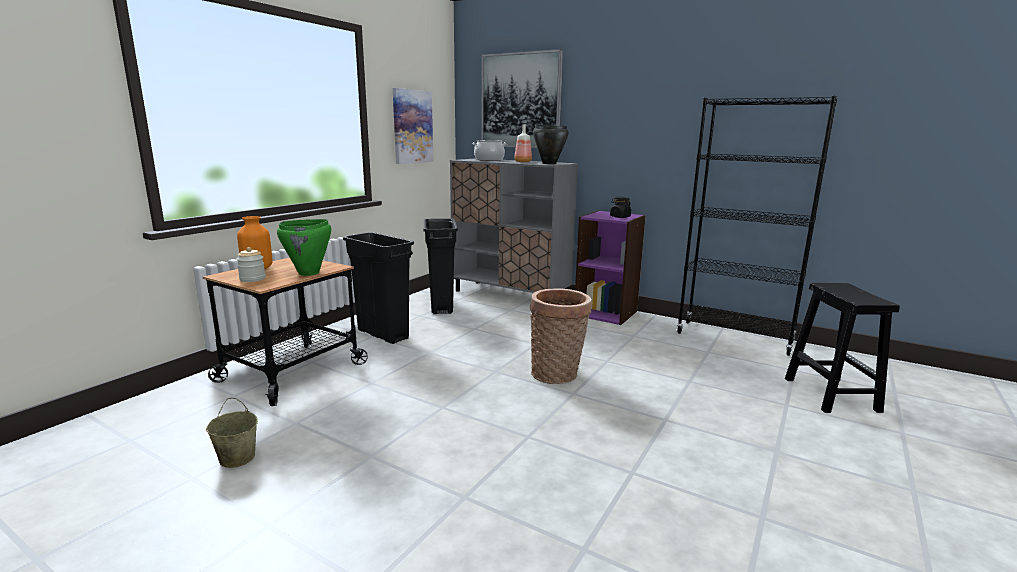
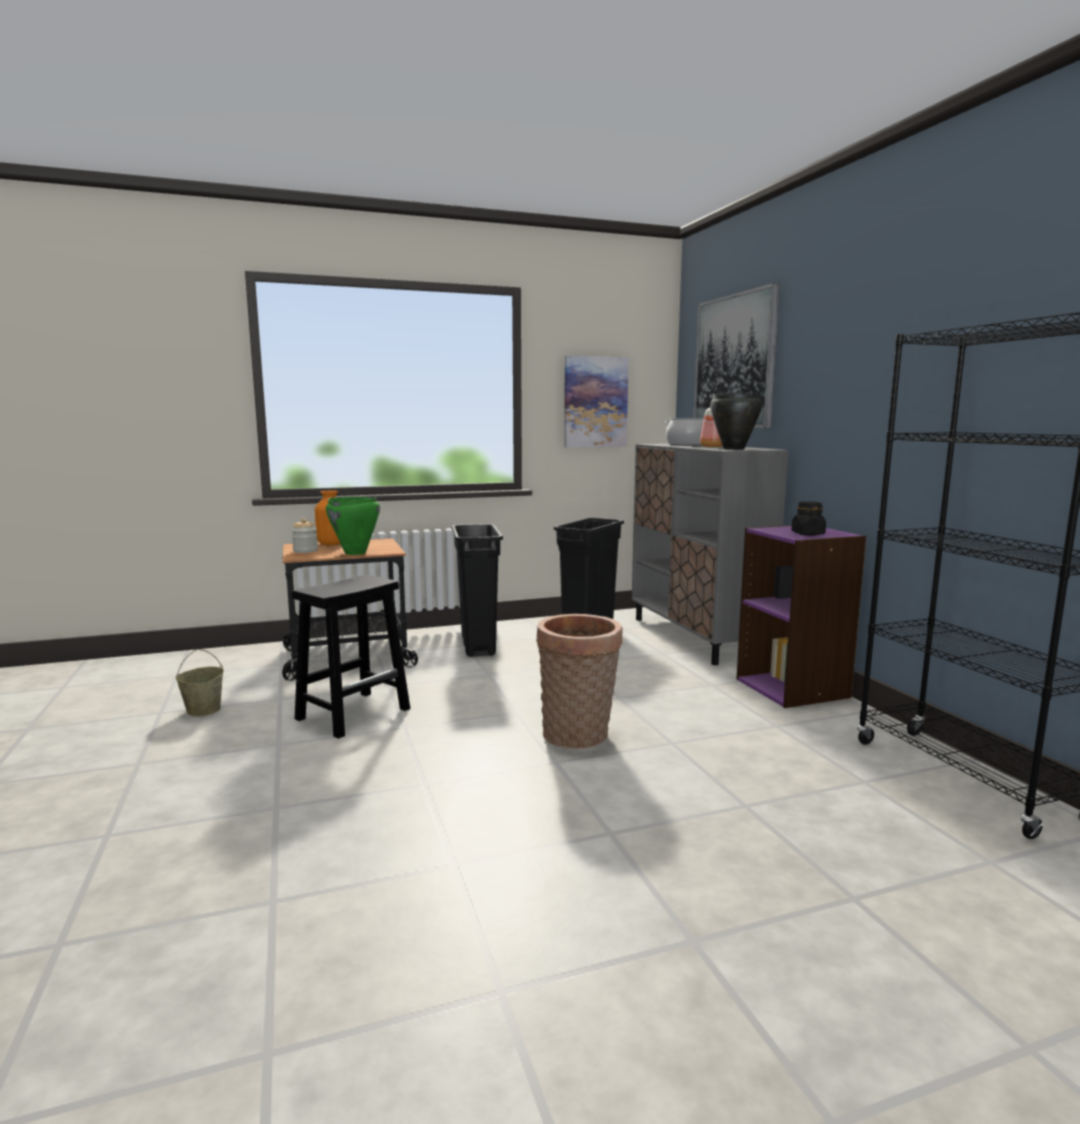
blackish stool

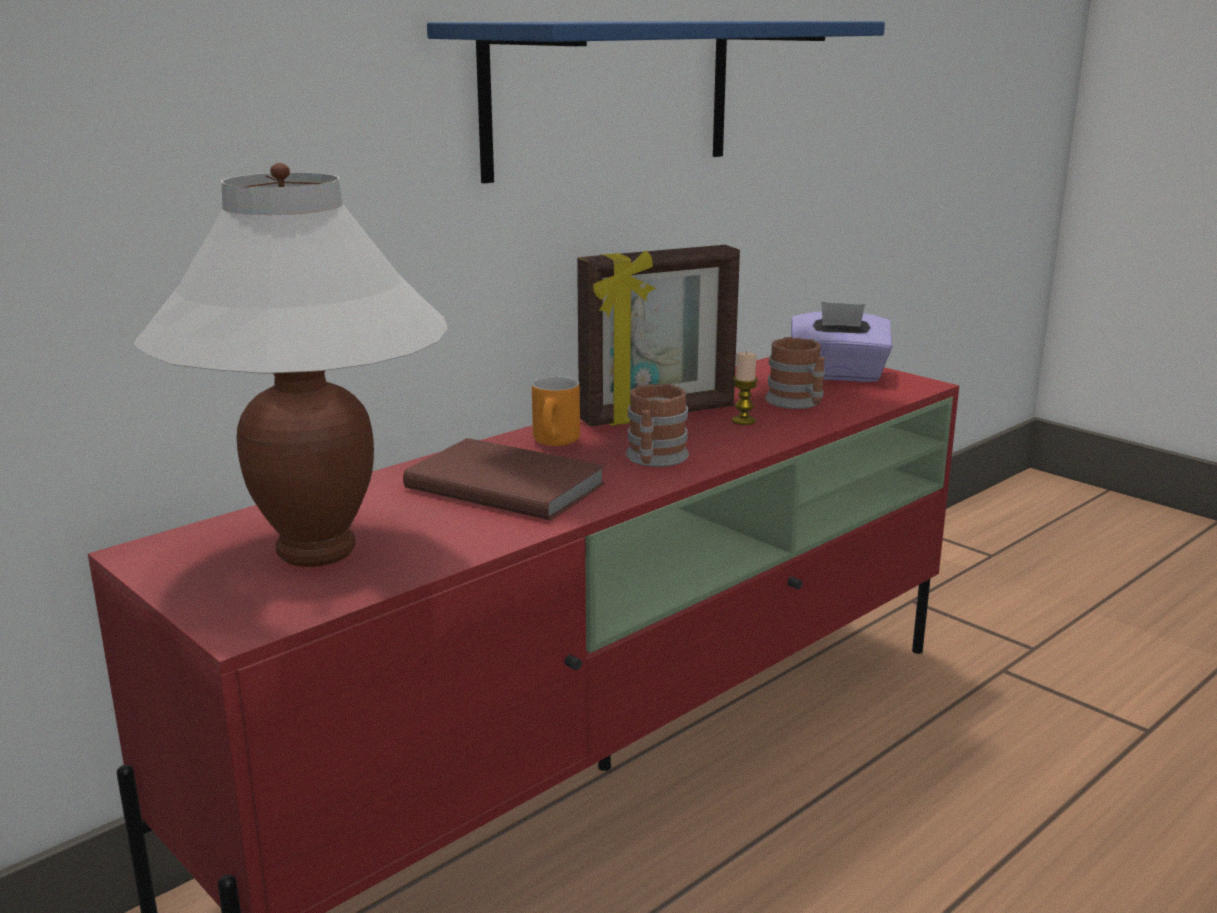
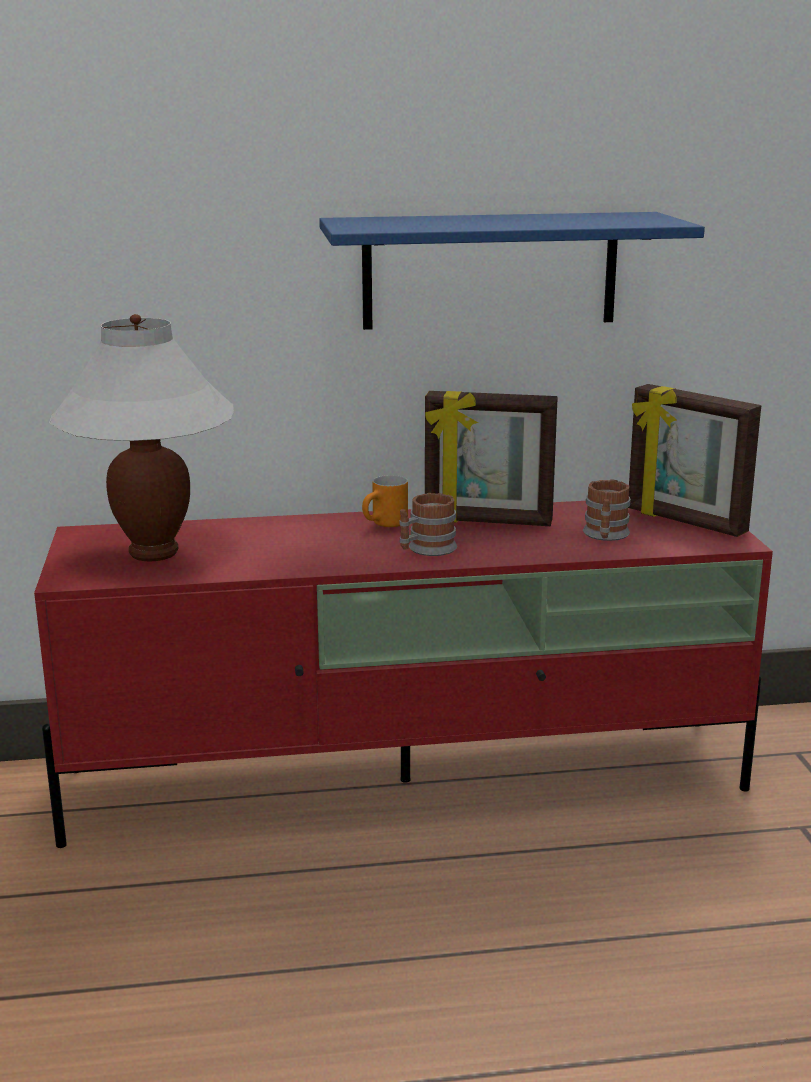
brownish bound book
candle
picture frame (2nd from left)

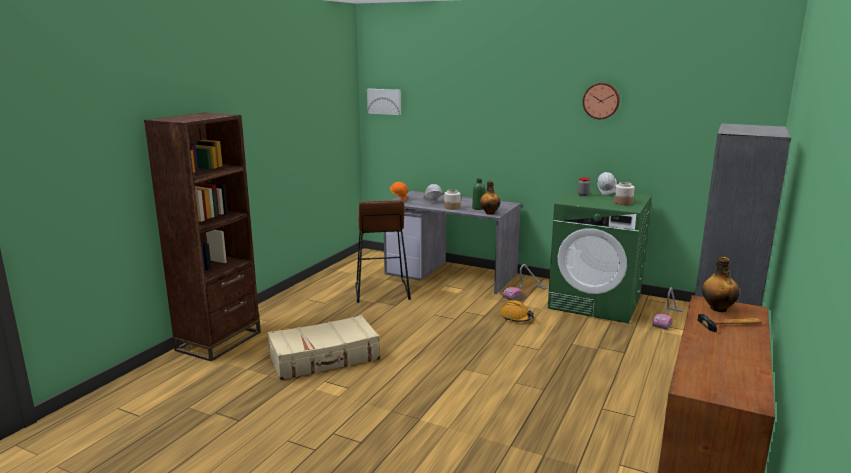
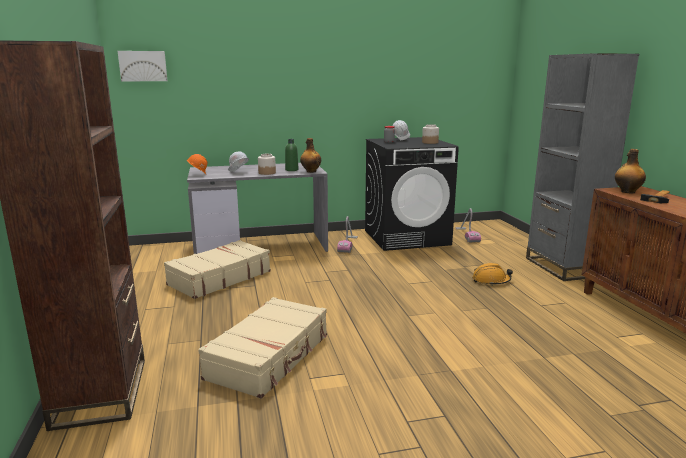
sand-coloured travel case (1st from left)
orange safety helmet (2nd from left)
blackish laundry machine
hanging clock

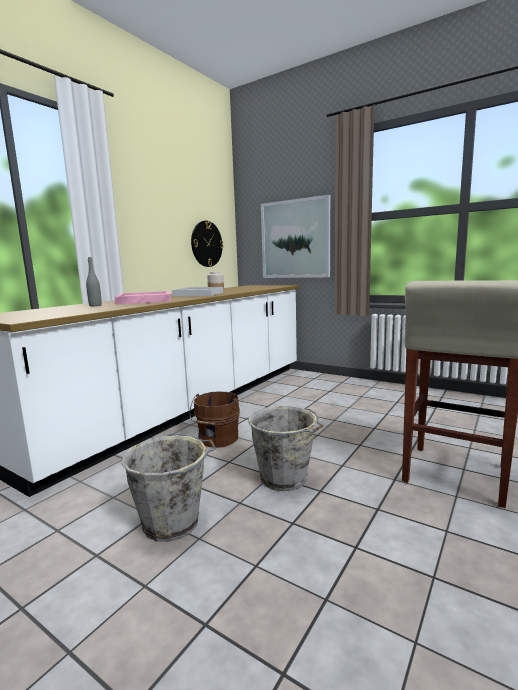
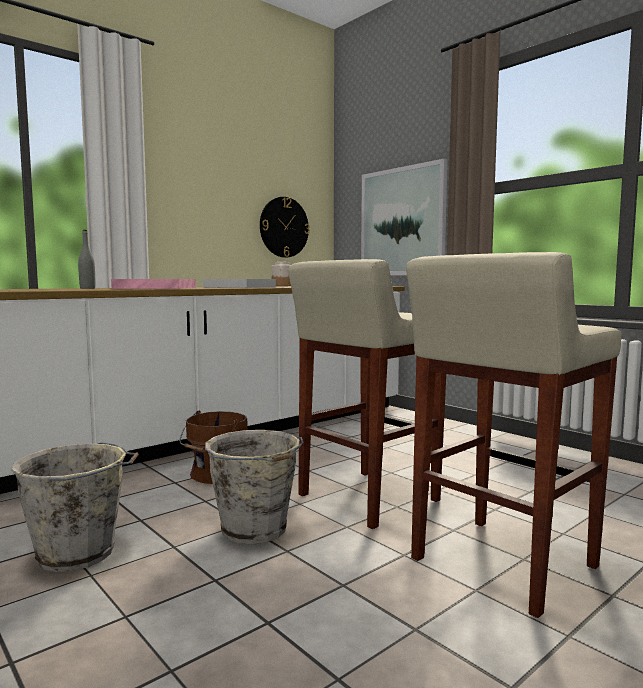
sand-coloured stool (1st from left)

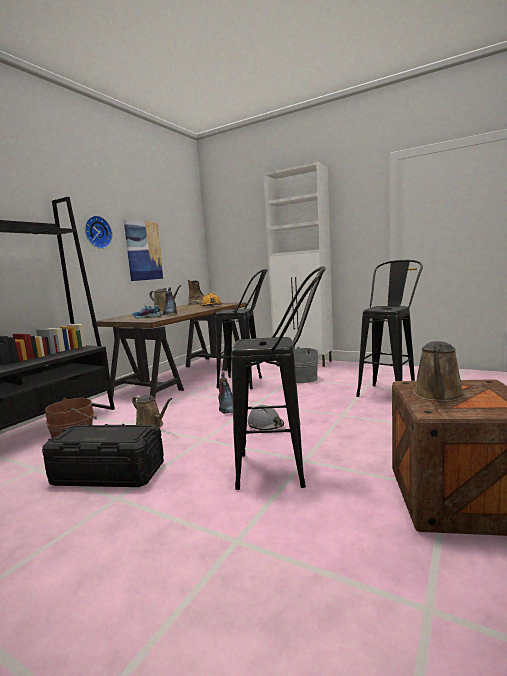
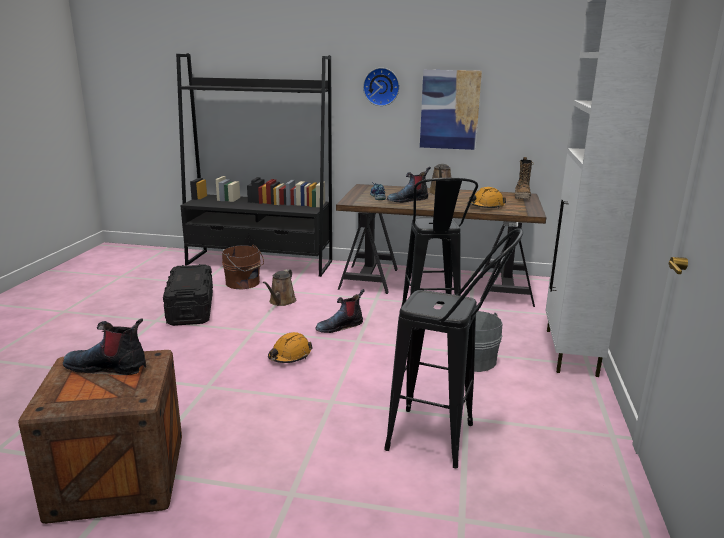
blackish stool (2nd from left in the first image)
orange safety helmet (1st from left)
high-top boot (1st from left)

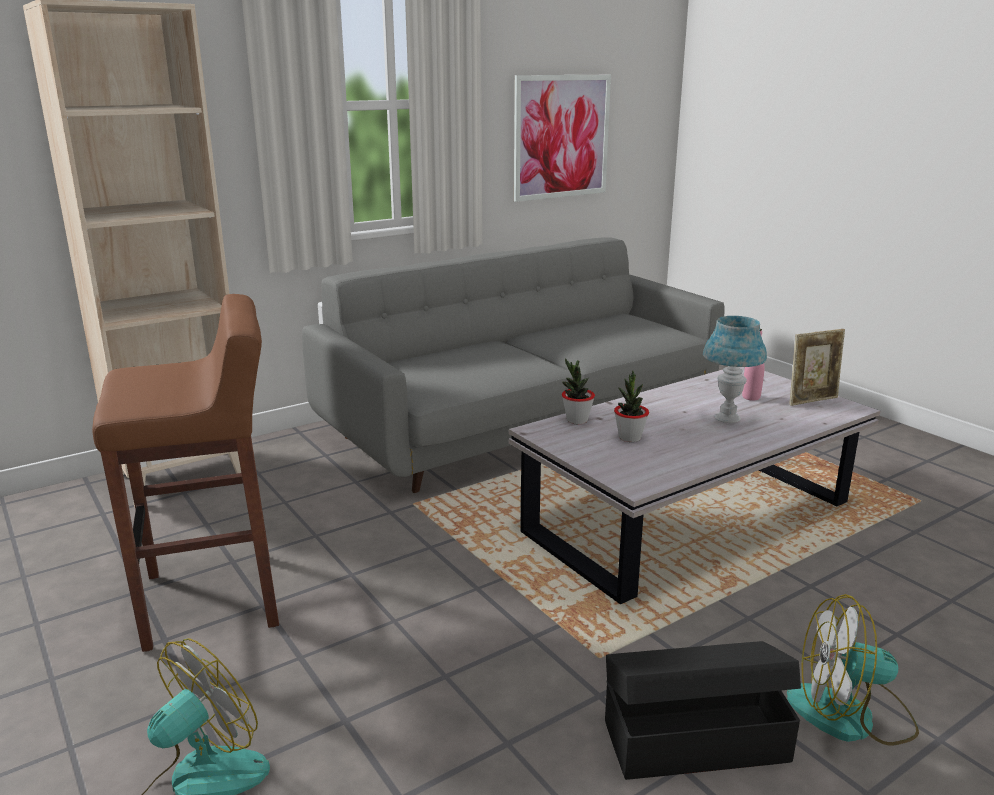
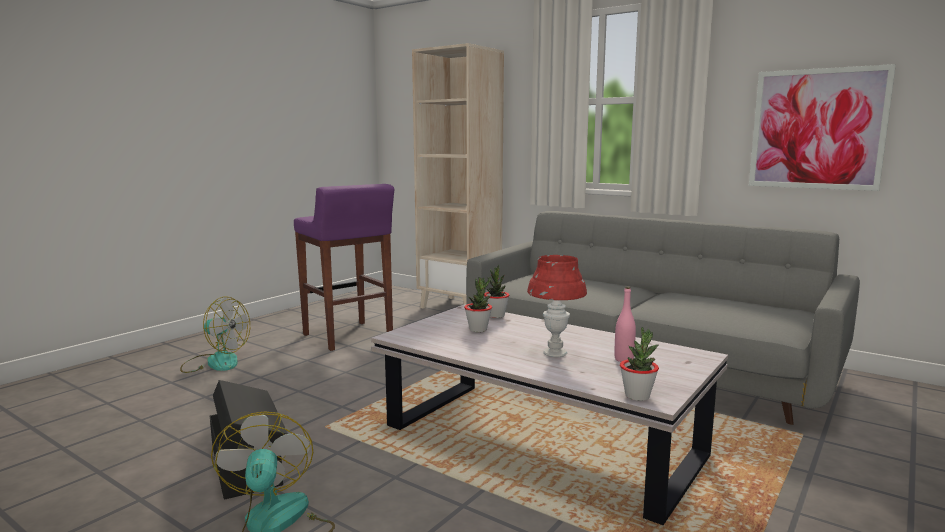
purple stool
red-coloured lamp for a table
picture frame
plant in a pot (3rd from left)

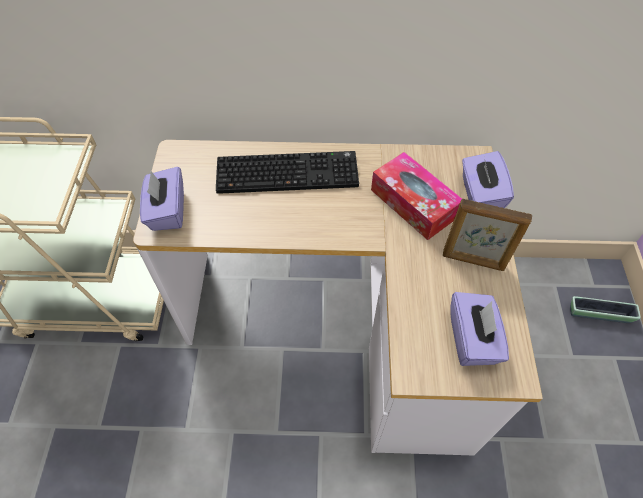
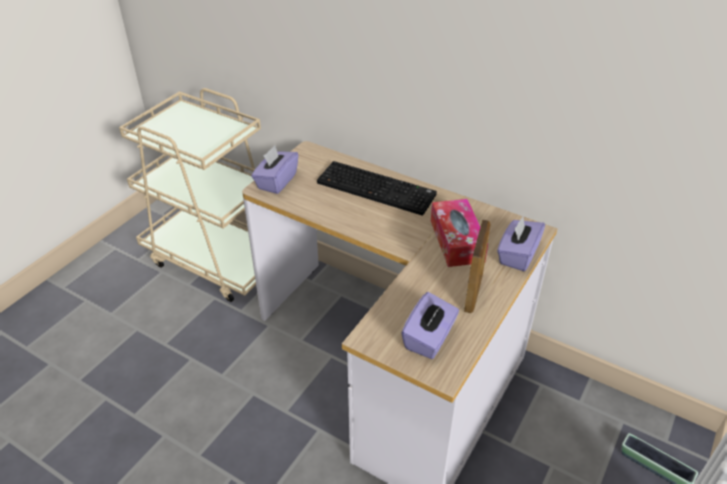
picture frame

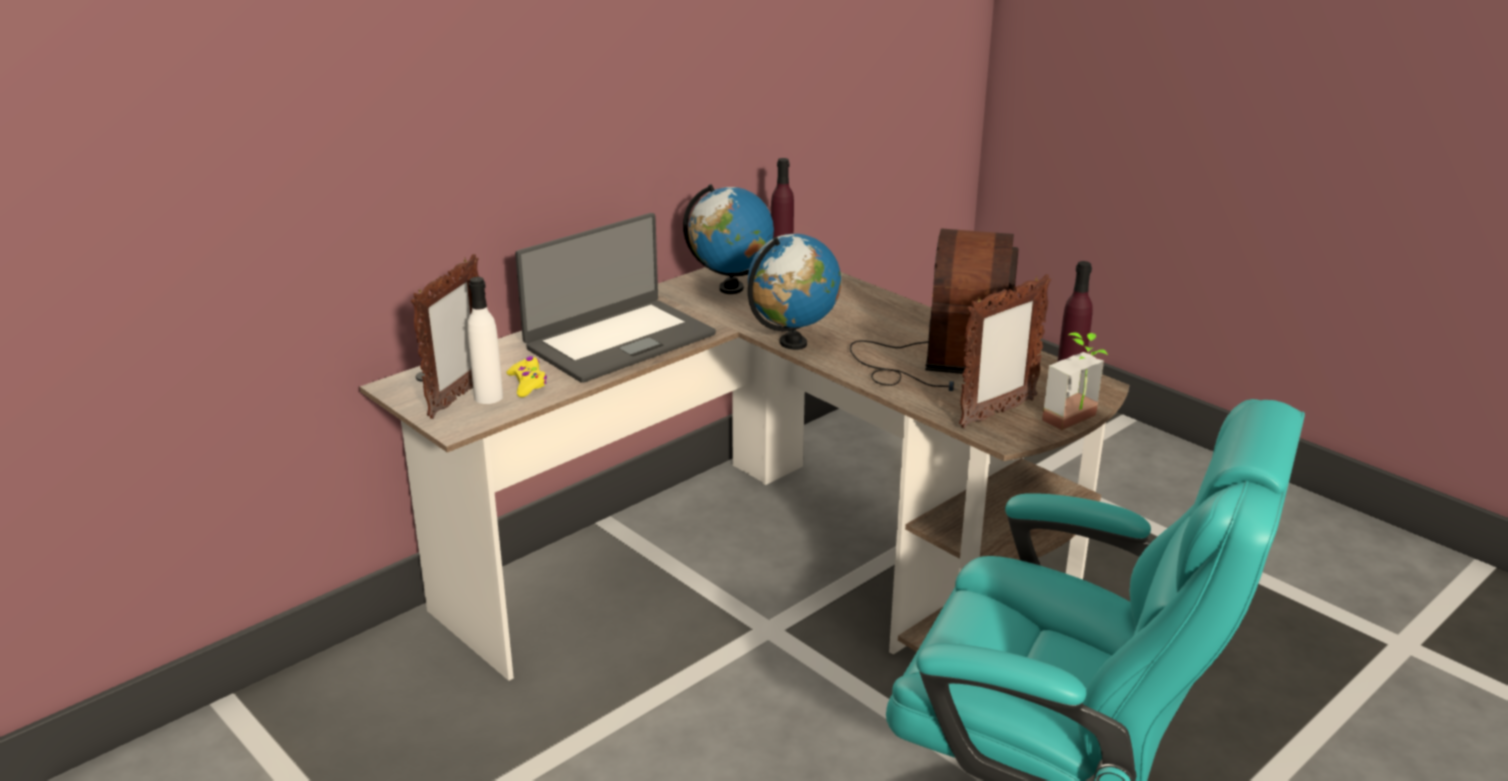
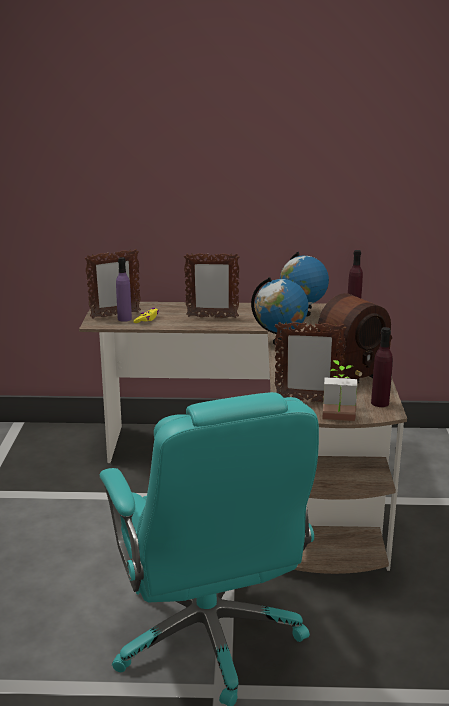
purple drink bottle (1st from left)
picture frame (2nd from left)

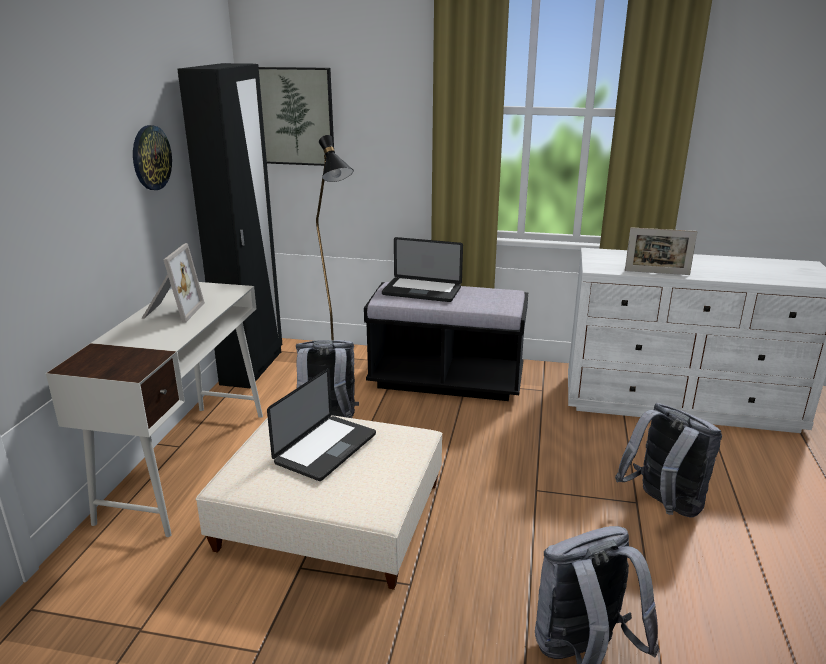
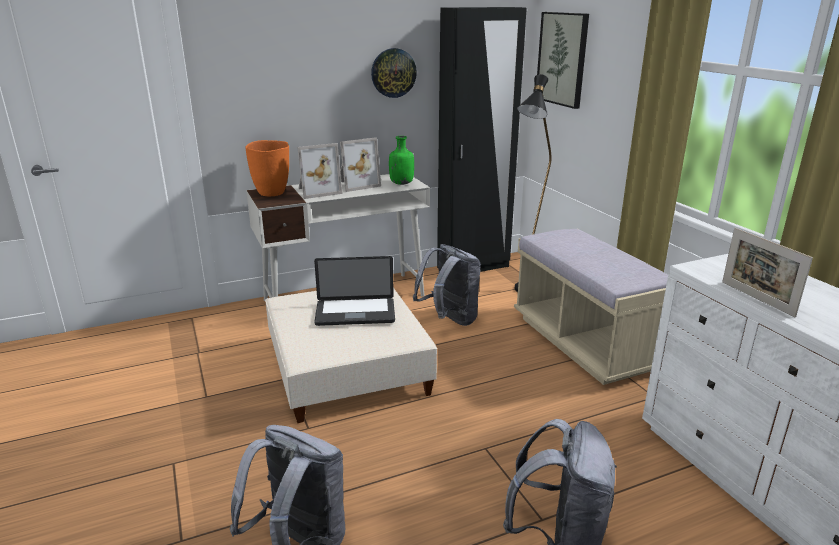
sand-coloured bench
laptop (2nd from left in the first image)
orange vase
picture frame (1st from left)
greenish drink bottle

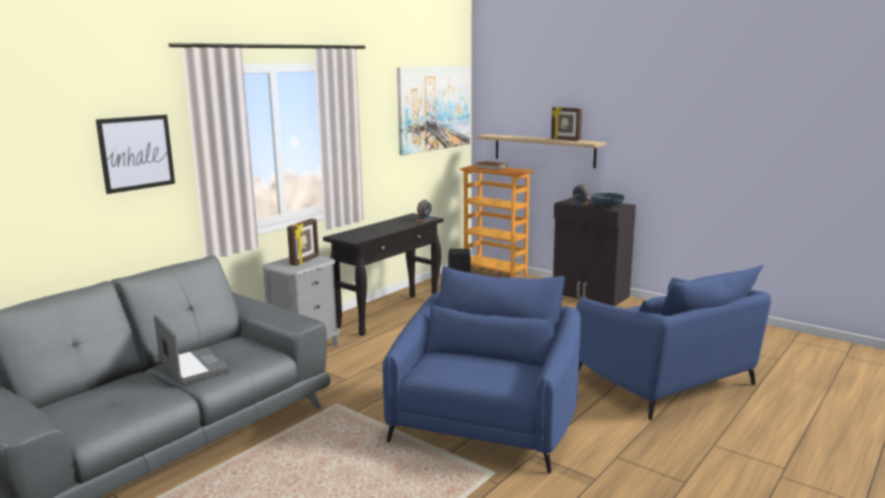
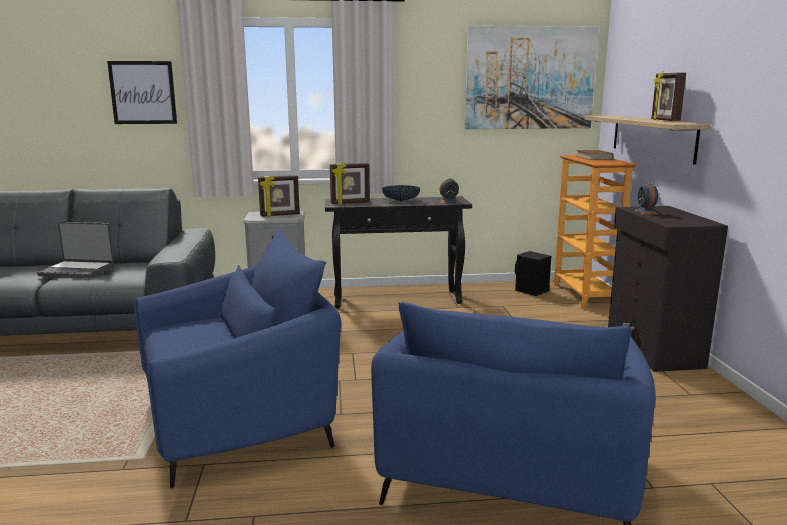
laptop
serving bowl
picture frame (2nd from left)

